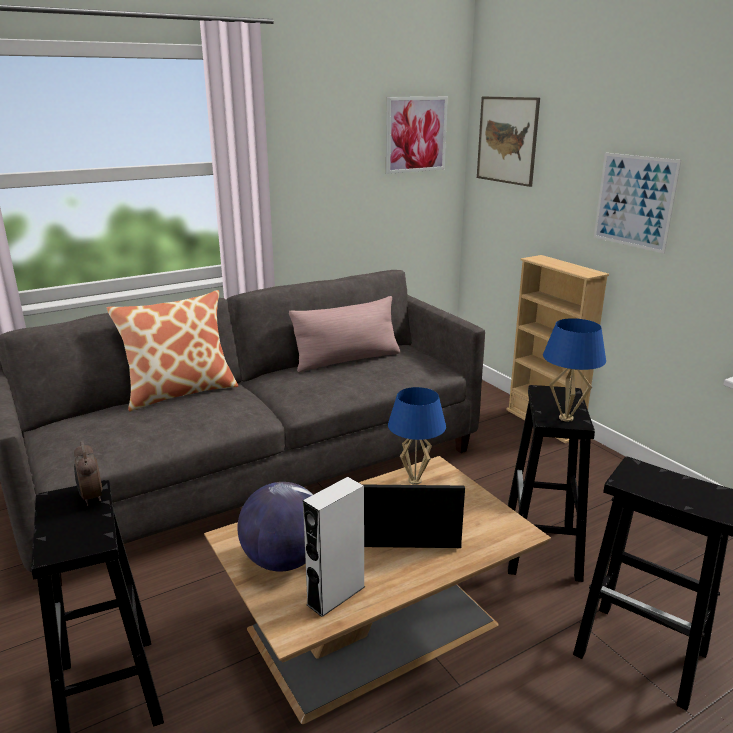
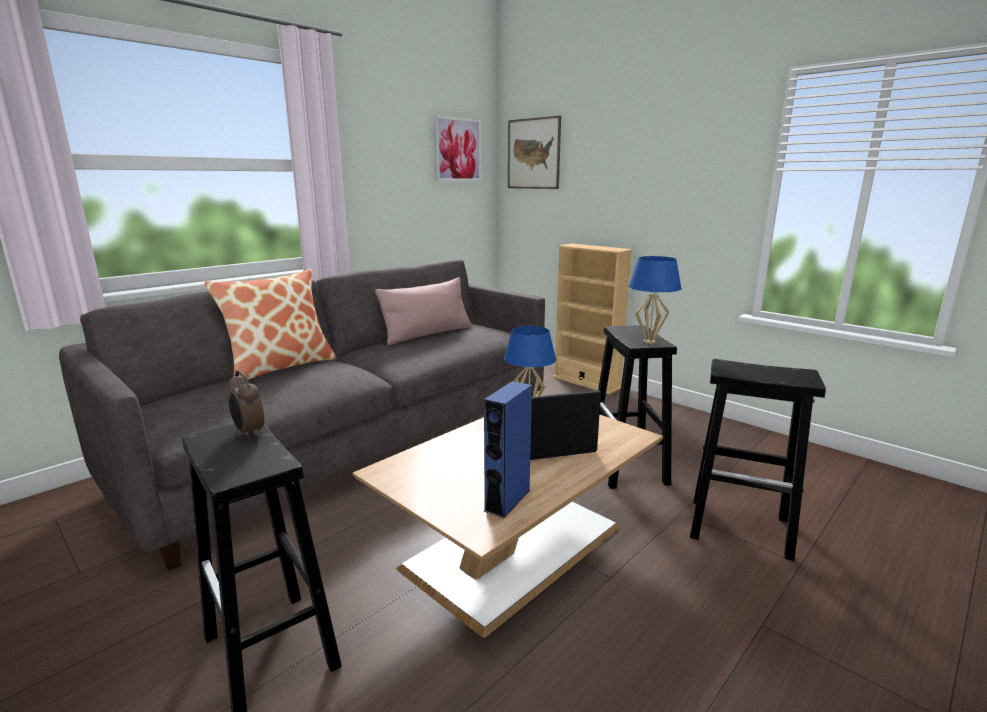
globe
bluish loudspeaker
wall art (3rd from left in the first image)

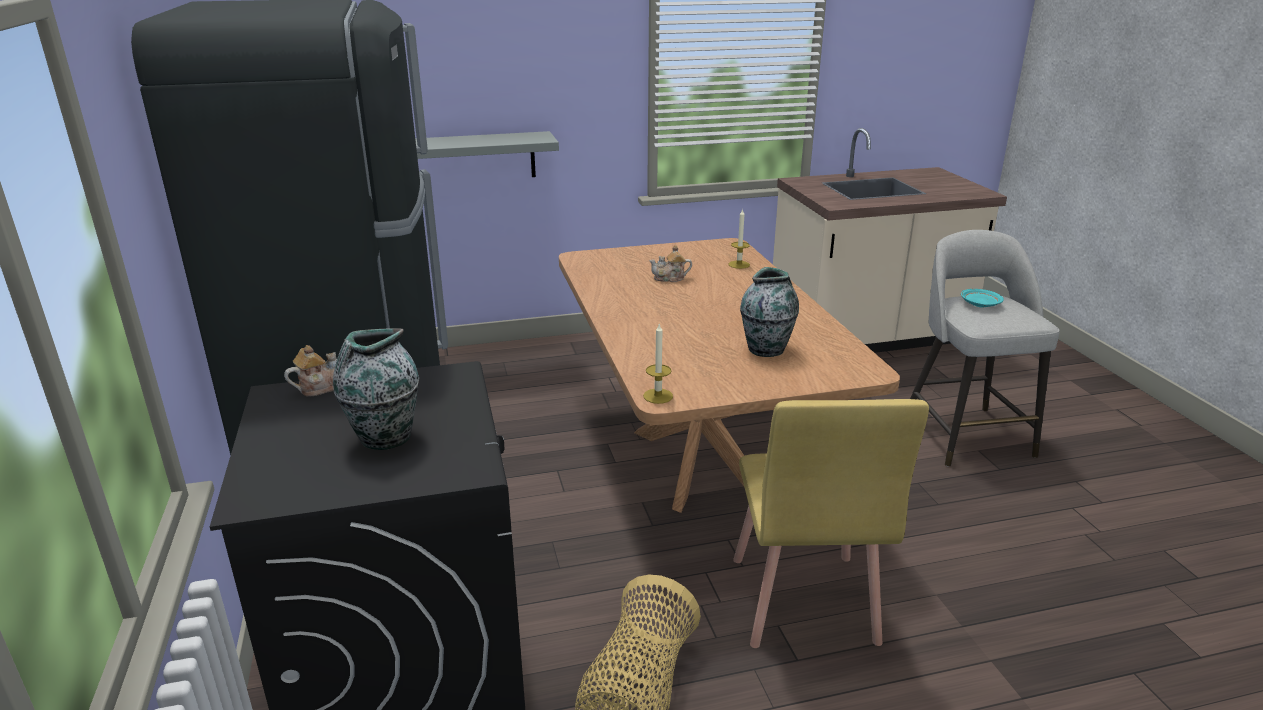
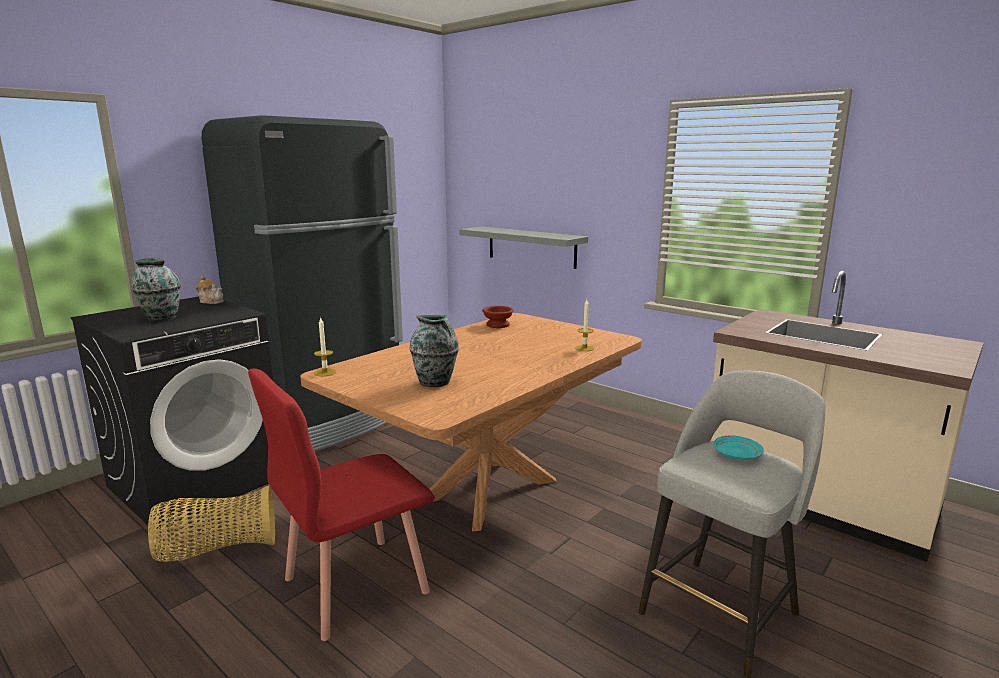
pot for tea (2nd from left in the first image)
red-coloured plain chair
brownish serving bowl

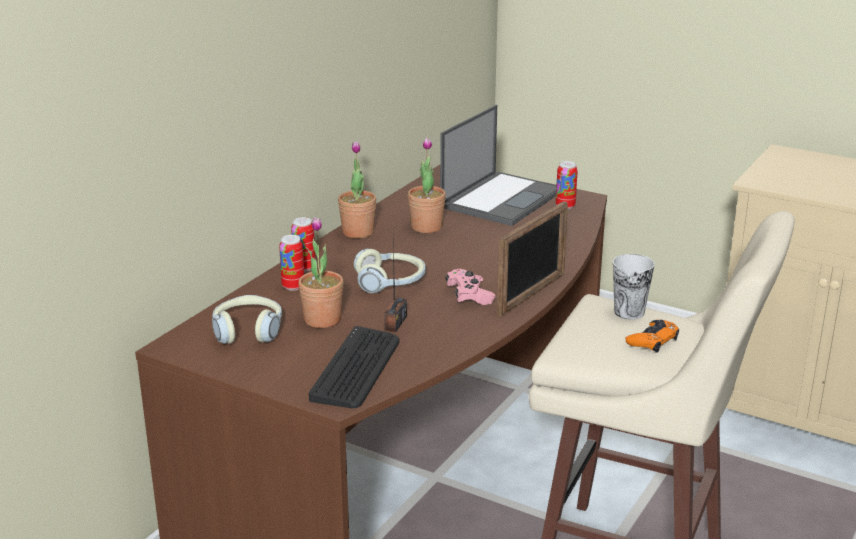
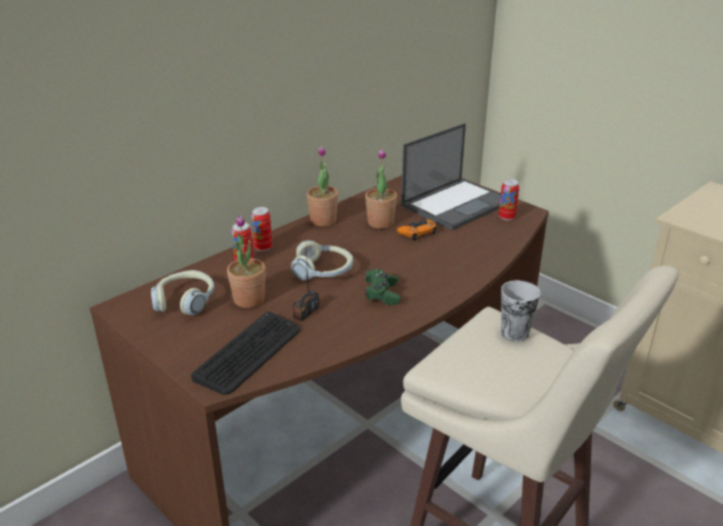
greenish joypad
picture frame
orange joypad

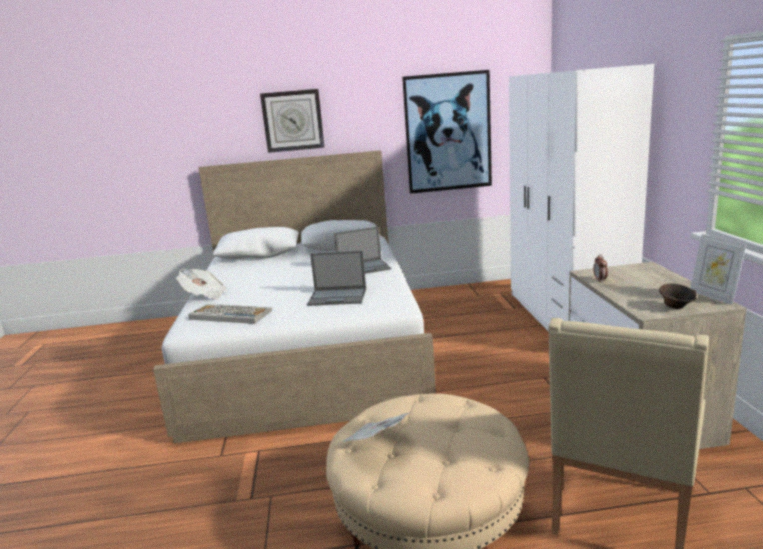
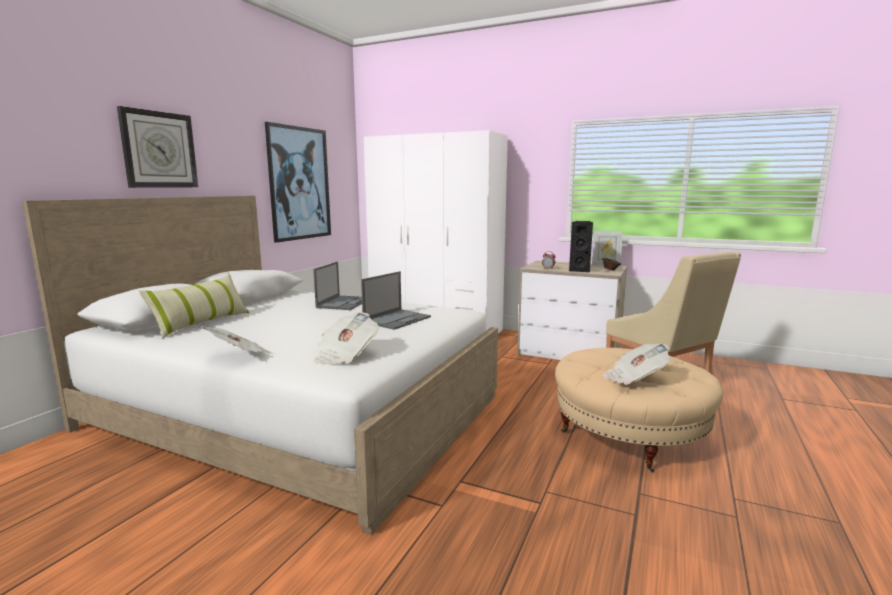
newspaper (2nd from left)
throw pillow
blackish loudspeaker

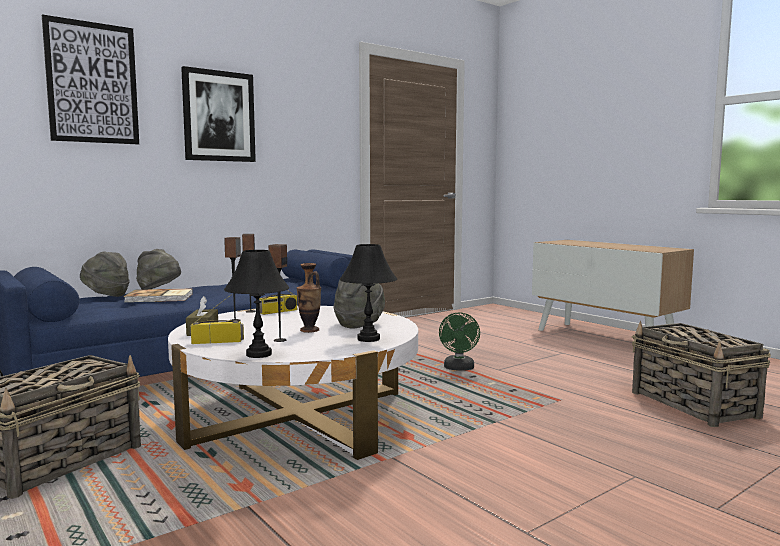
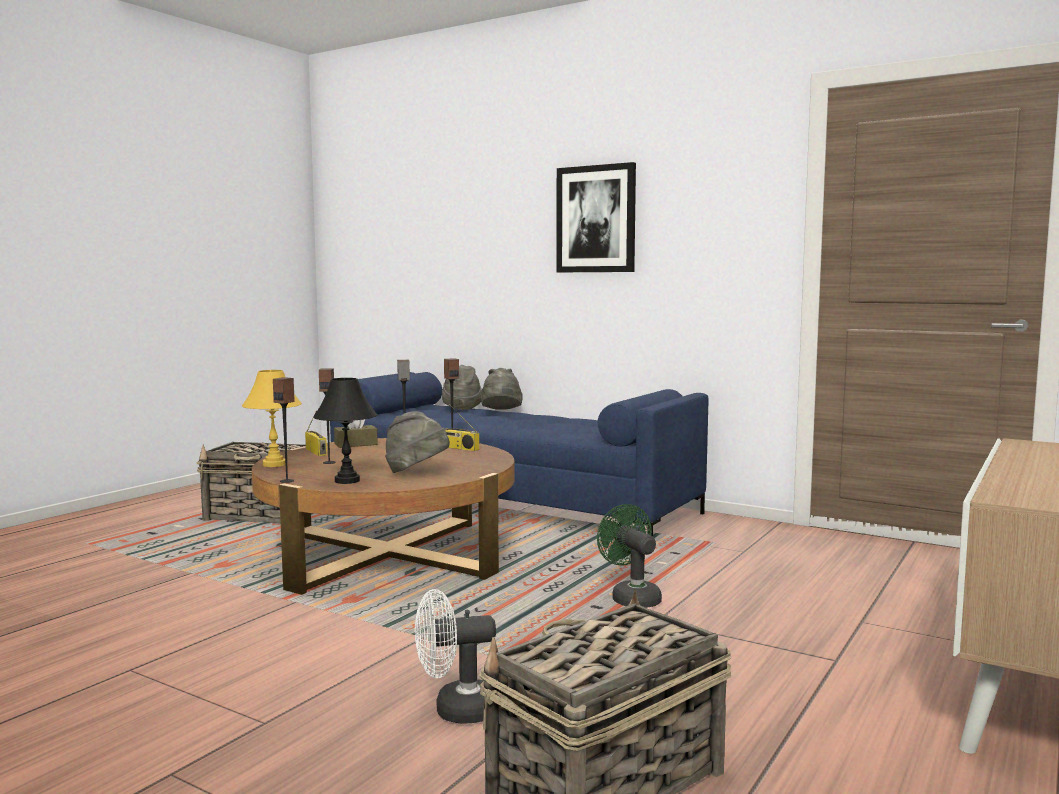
wall art (1st from left in the first image)
bound book
brownish coffee table
yellow lamp for a table
vase
greenish cooling fan
loudspeaker (1st from left)
white cooling fan

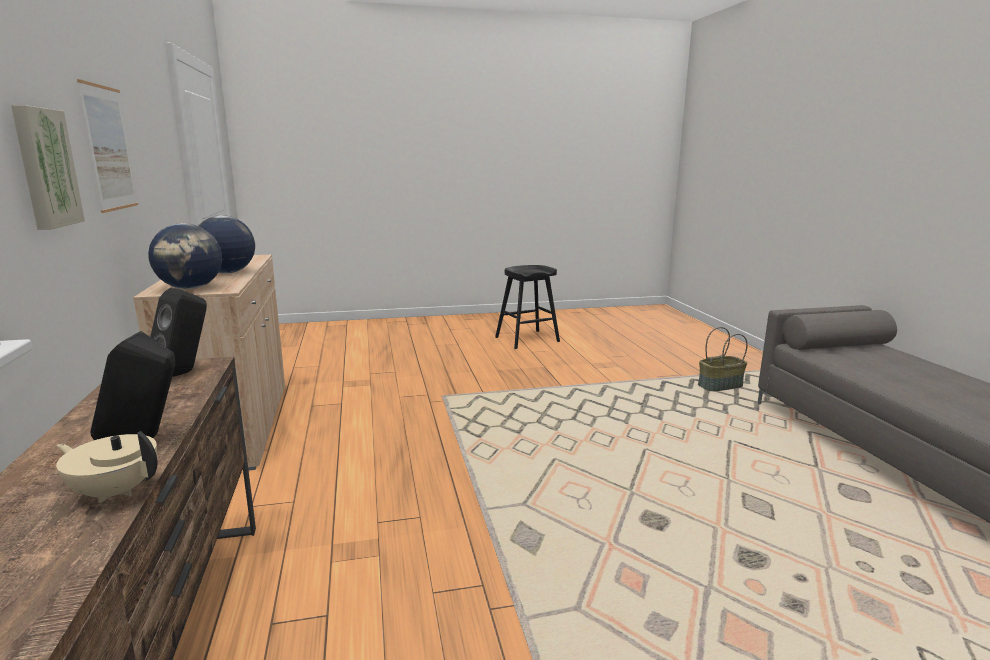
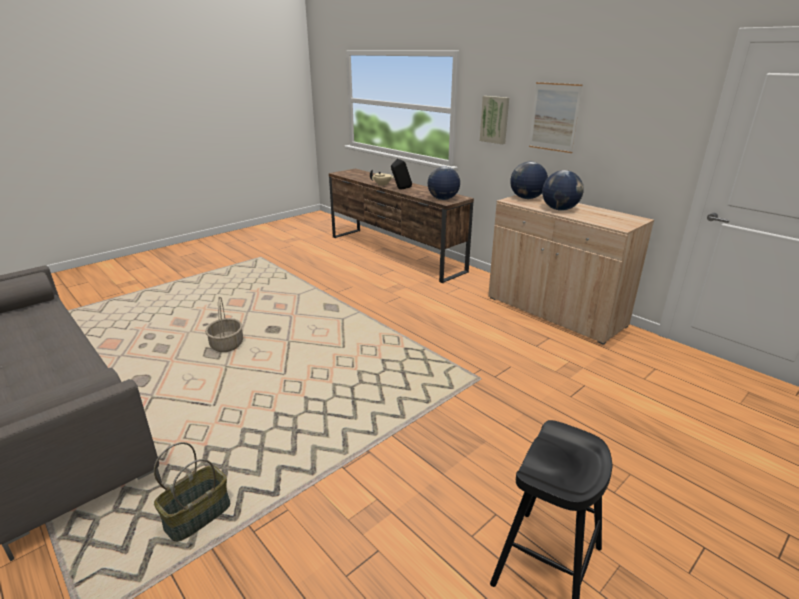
globe (1st from left)
storage basket (2nd from left)

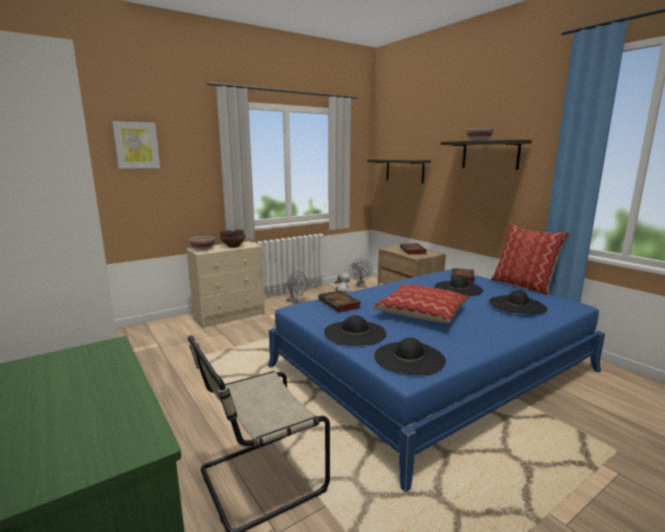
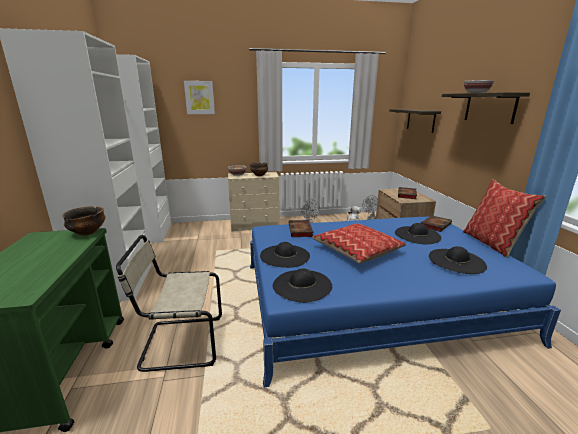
serving bowl (1st from left)

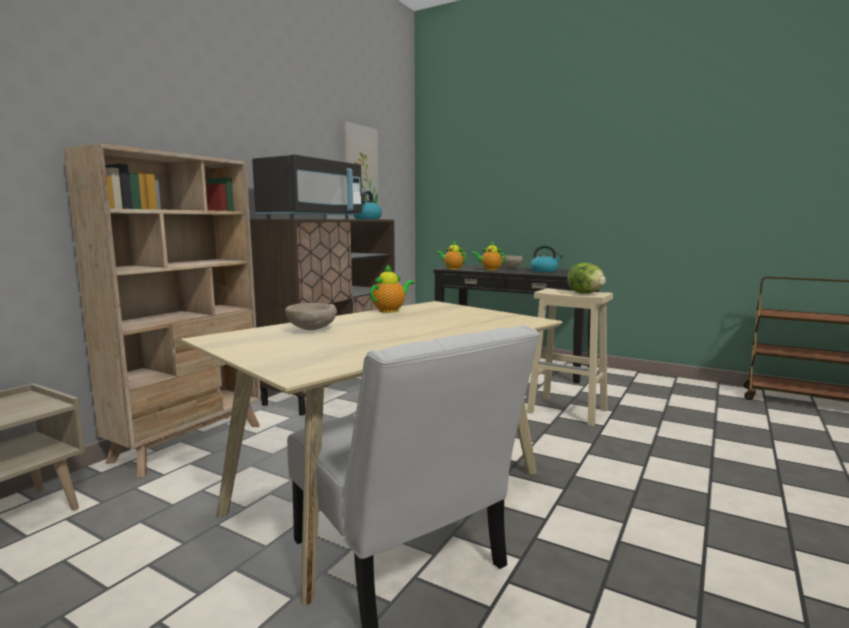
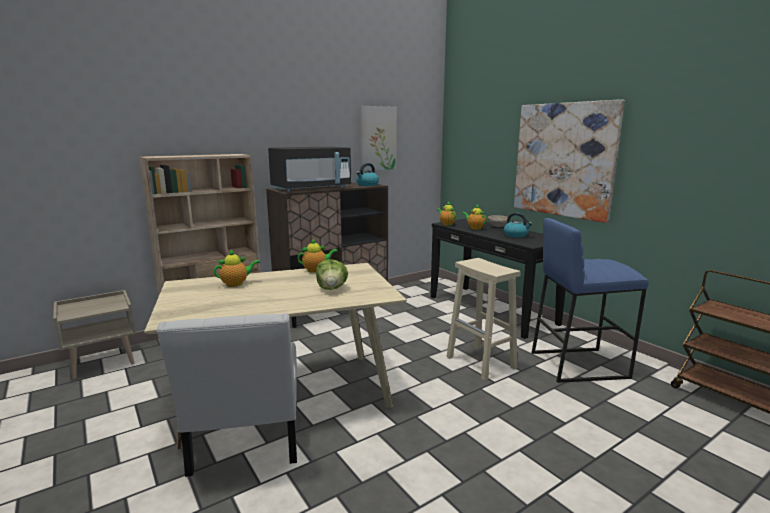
pot for tea (1st from left)
lettuce head
wall art (2nd from left)
bluish stool

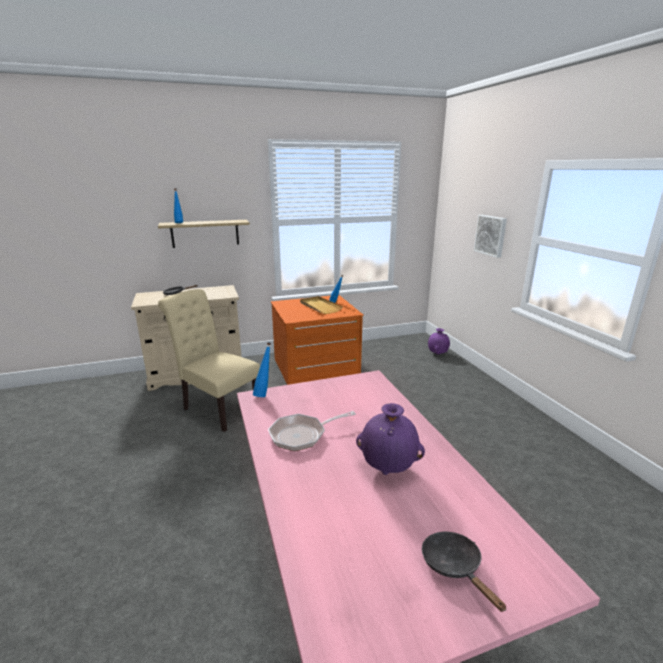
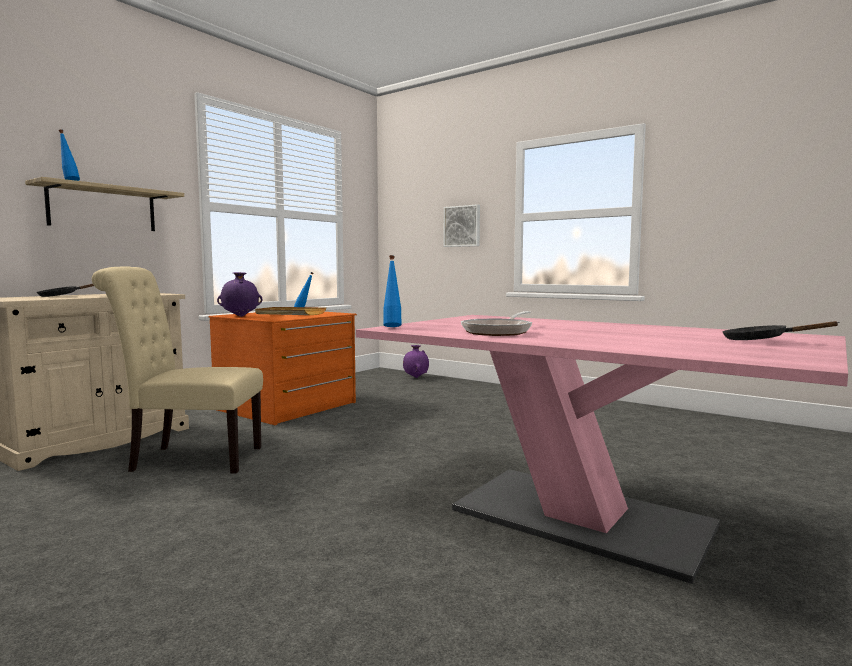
purple vase (1st from left)

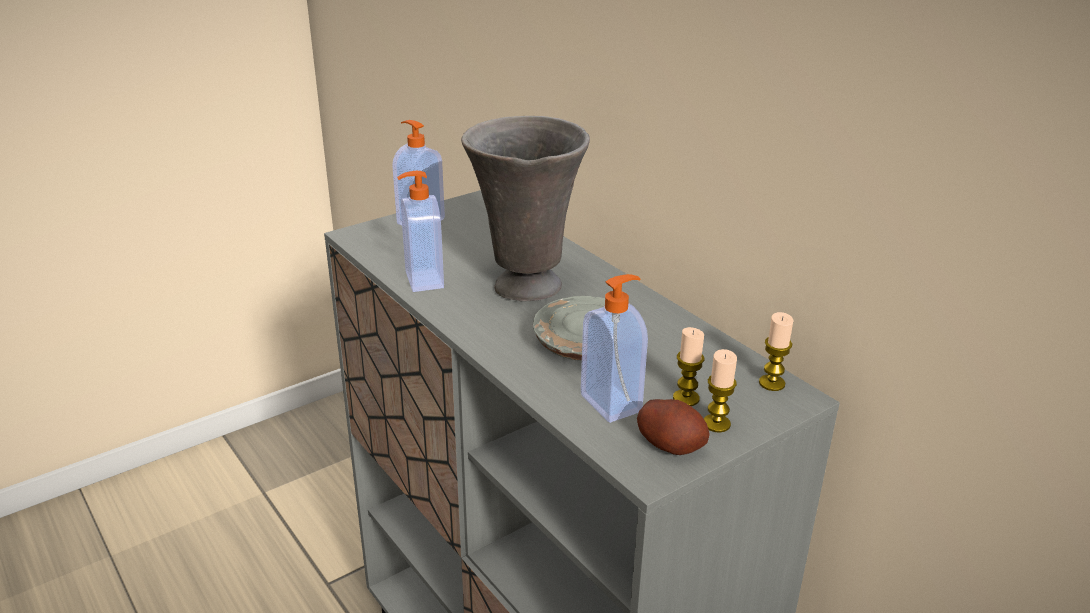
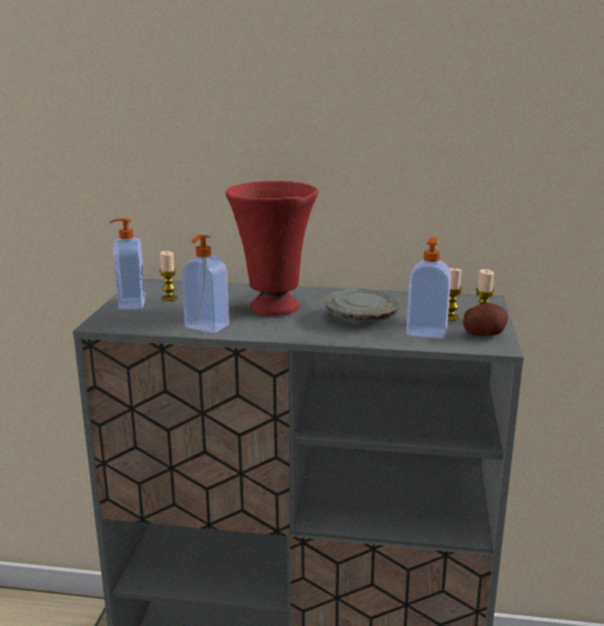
red-coloured vase
candle (1st from left)

